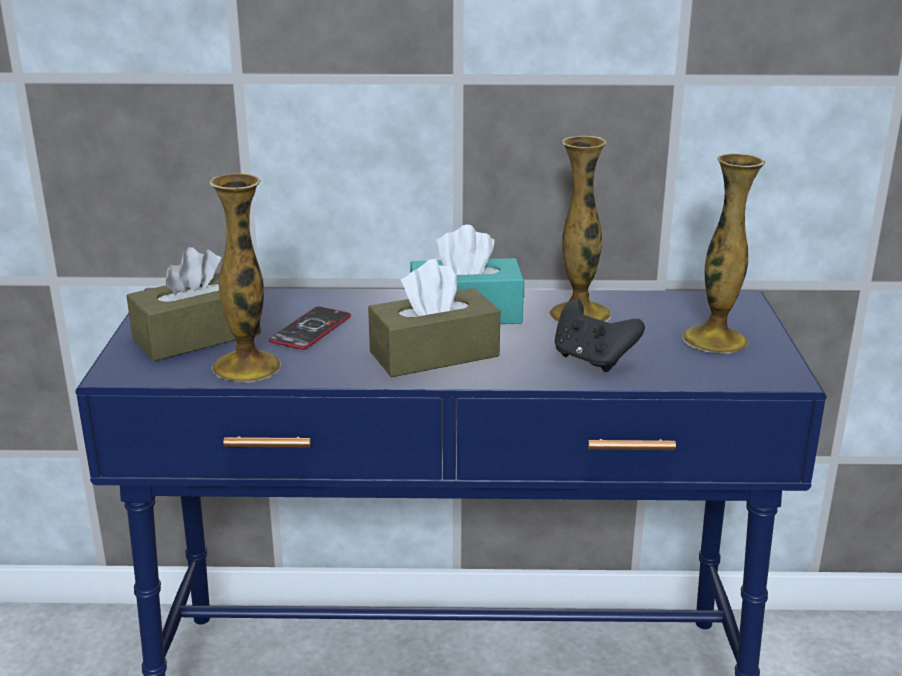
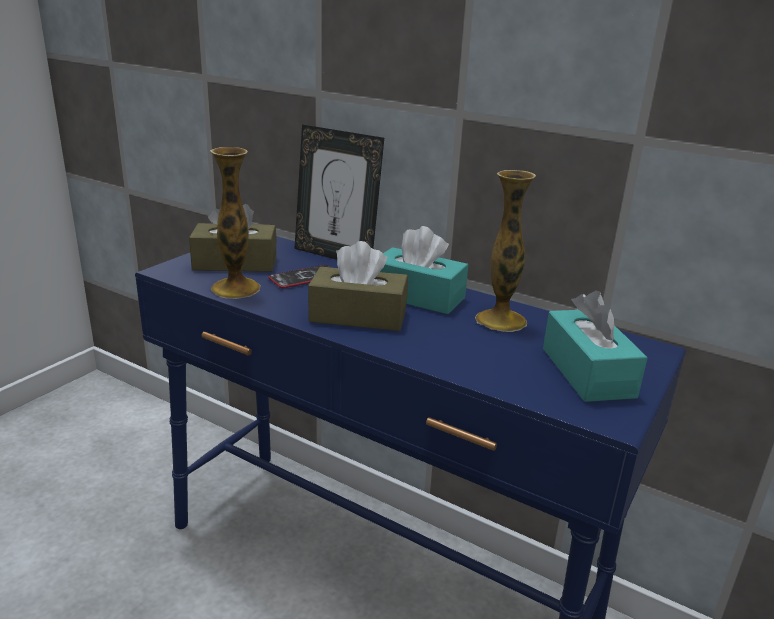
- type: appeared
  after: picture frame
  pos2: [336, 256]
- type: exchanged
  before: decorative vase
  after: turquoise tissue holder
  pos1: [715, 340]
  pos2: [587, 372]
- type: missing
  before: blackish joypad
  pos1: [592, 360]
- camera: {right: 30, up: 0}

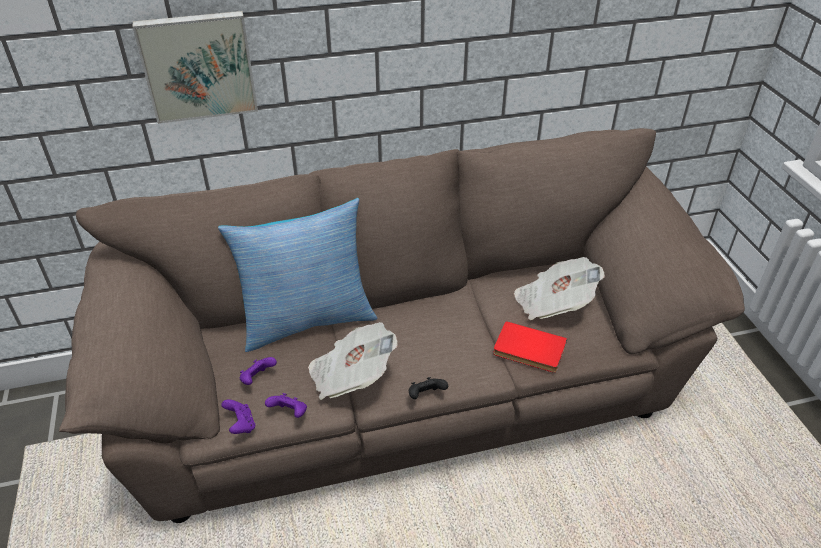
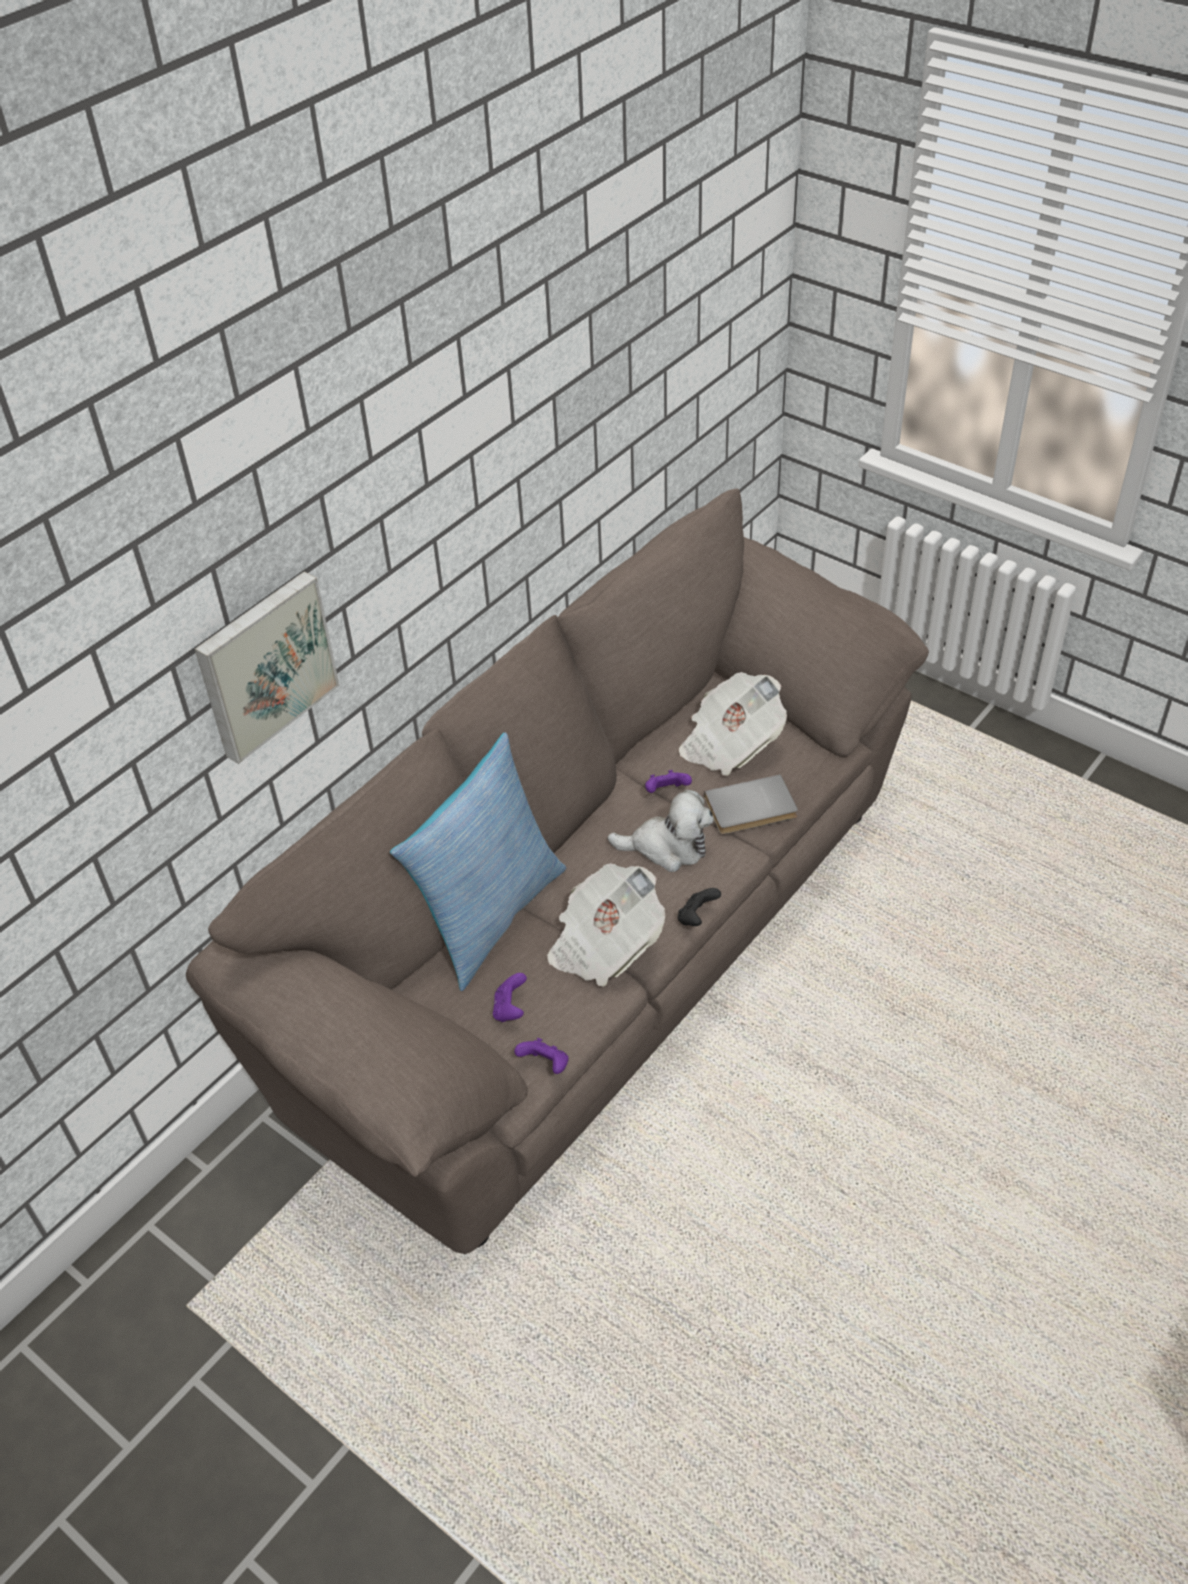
- type: appeared
  after: soft toy
  pos2: [667, 847]
- type: relocated
  before: purple-coloured joypad
  pos1: [289, 413]
  pos2: [666, 792]
- type: colour
  before: reddish bound book
  after: grey bound book
  pos1: [529, 350]
  pos2: [751, 809]
- camera: {right: -35, up: 5}

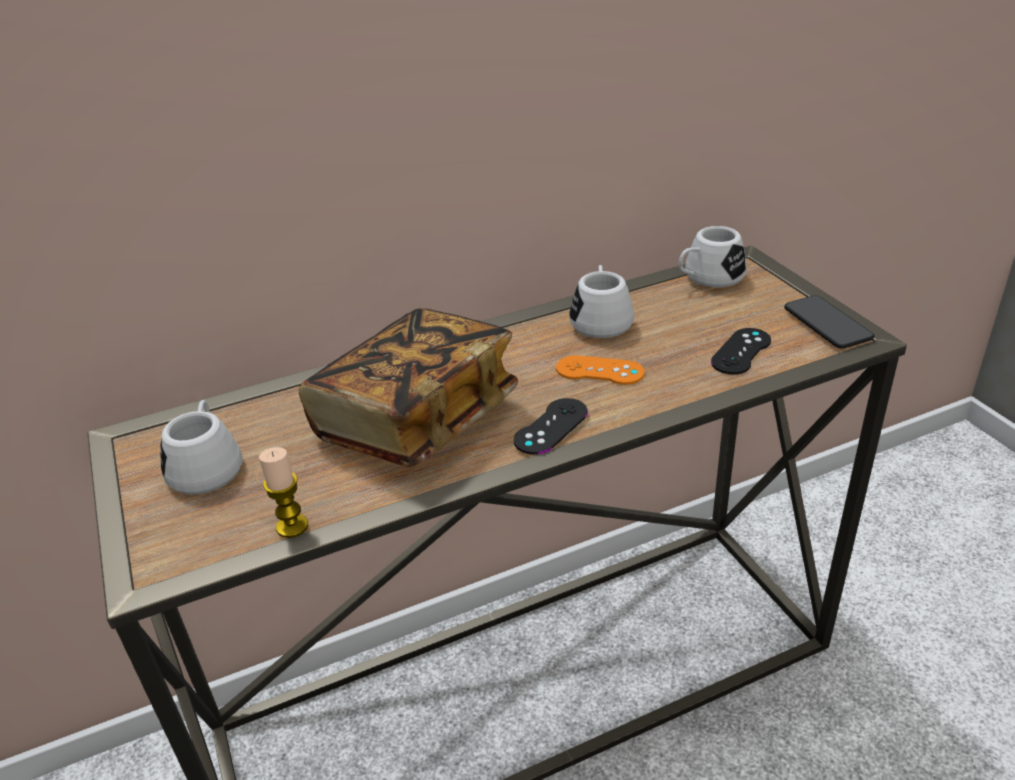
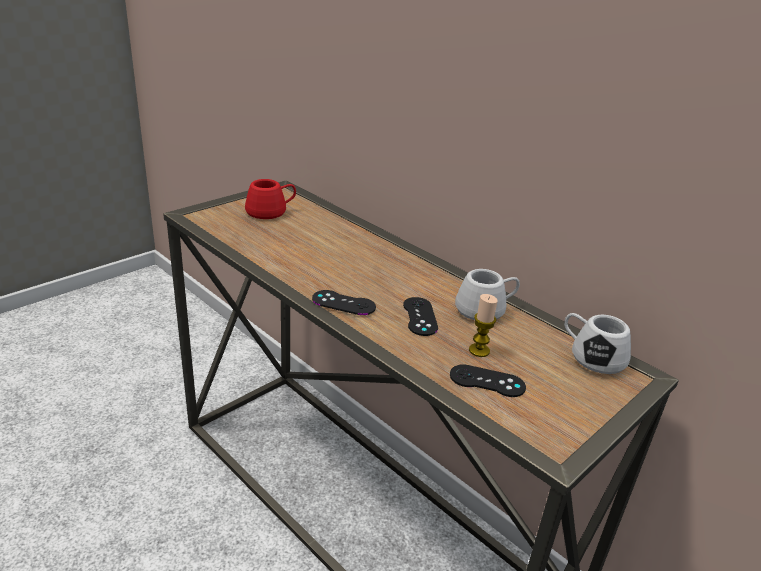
- type: colour
  before: white tea mug
  after: reddish tea mug
  pos1: [207, 465]
  pos2: [271, 211]
- type: colour
  before: orange-coloured joypad
  after: blackish joypad
  pos1: [599, 371]
  pos2: [420, 316]
- type: relocated
  before: wax light
  pos1: [292, 526]
  pos2: [479, 350]
- type: missing
  before: bound book
  pos1: [416, 419]
- type: missing
  before: handset
  pos1: [827, 323]
- camera: {right: 65, up: -5}

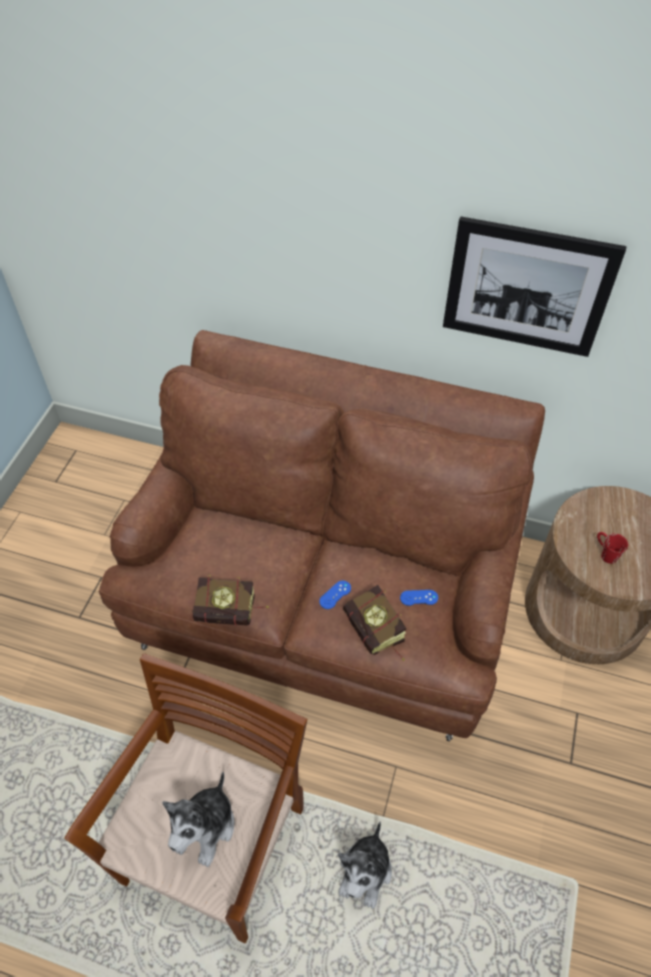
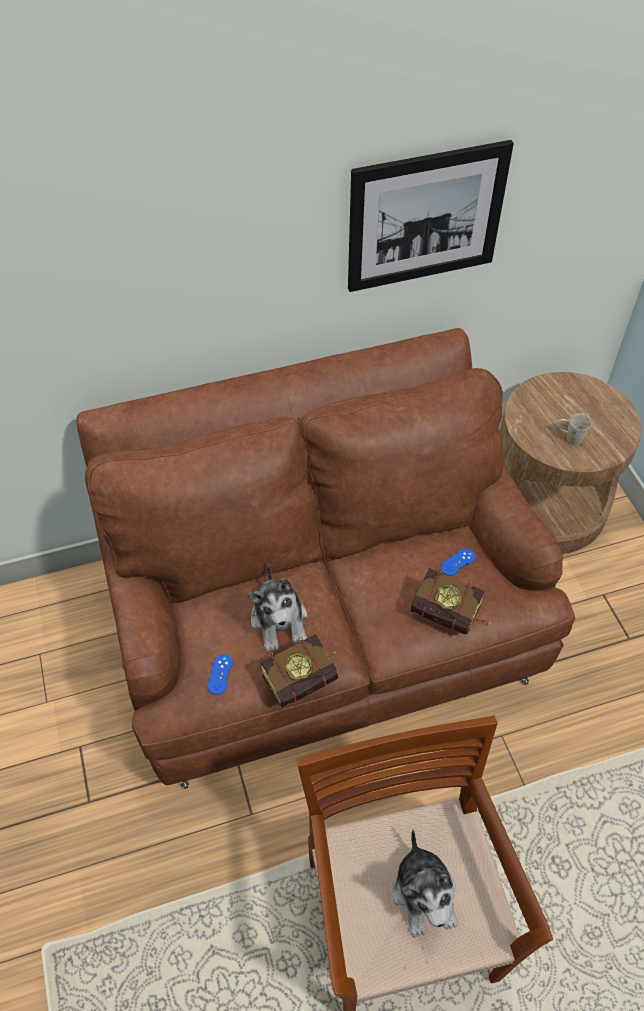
- type: relocated
  before: blue-coloured joypad
  pos1: [335, 595]
  pos2: [220, 674]
- type: relocated
  before: soft toy
  pos1: [365, 872]
  pos2: [280, 620]
- type: colour
  before: reddish tea mug
  after: white tea mug
  pos1: [605, 553]
  pos2: [569, 437]
- camera: {right: -35, up: 0}

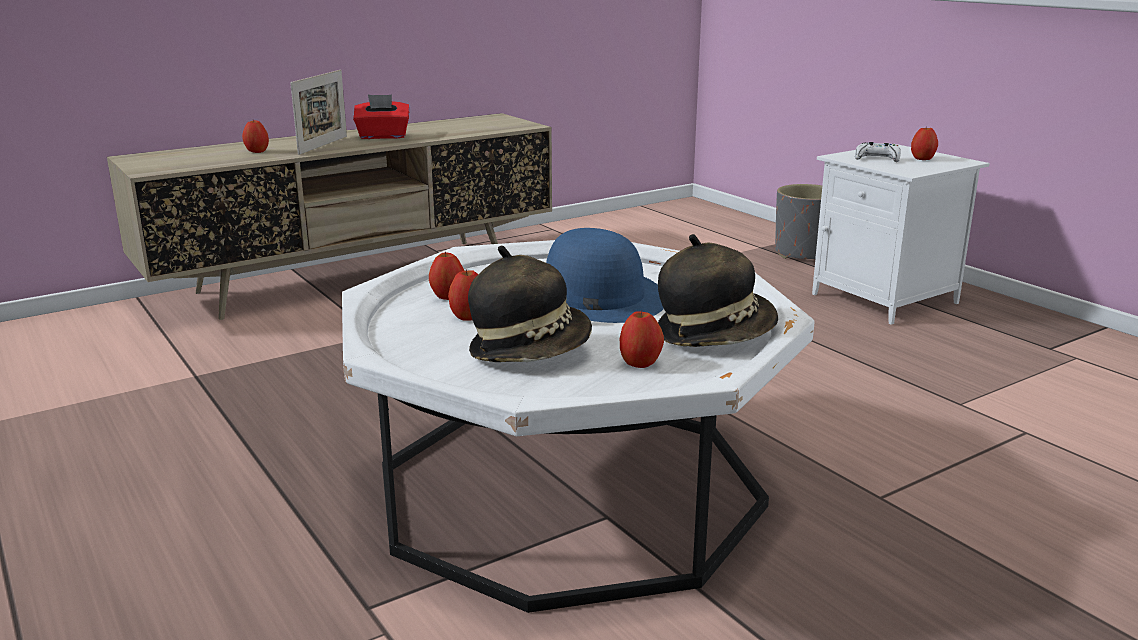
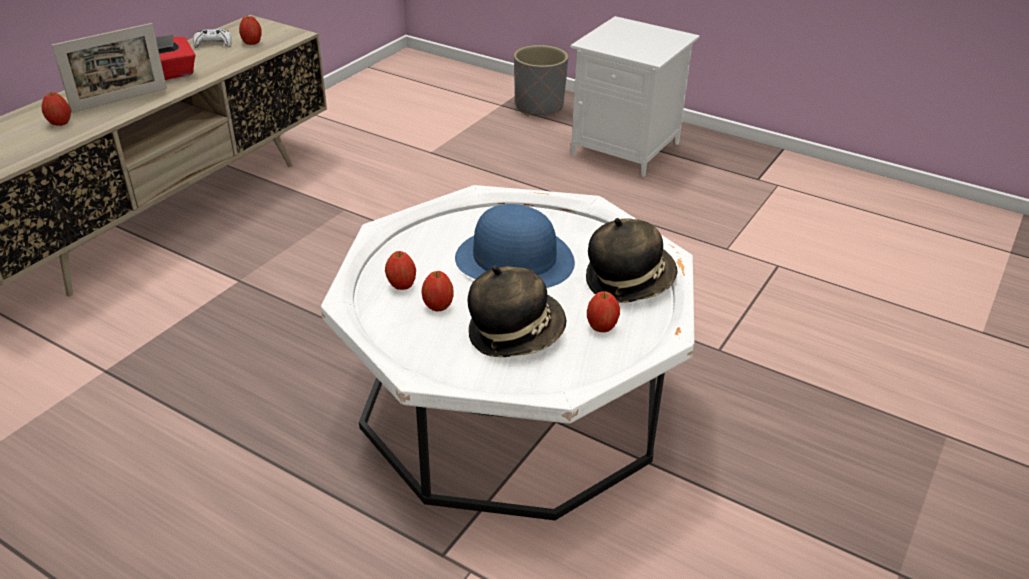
- type: spun
  before: picture frame
  pos1: [323, 145]
  pos2: [120, 100]
  turn: 60
- type: relocated
  before: white joypad
  pos1: [877, 158]
  pos2: [213, 44]
- type: relocated
  before: whole apple
  pos1: [922, 158]
  pos2: [252, 42]
- camera: {right: -25, up: 15}

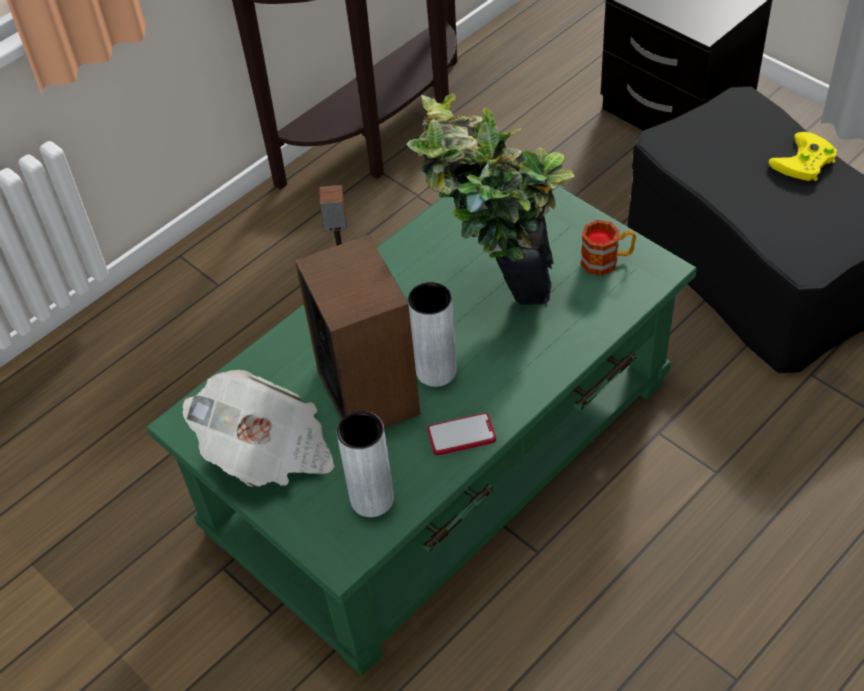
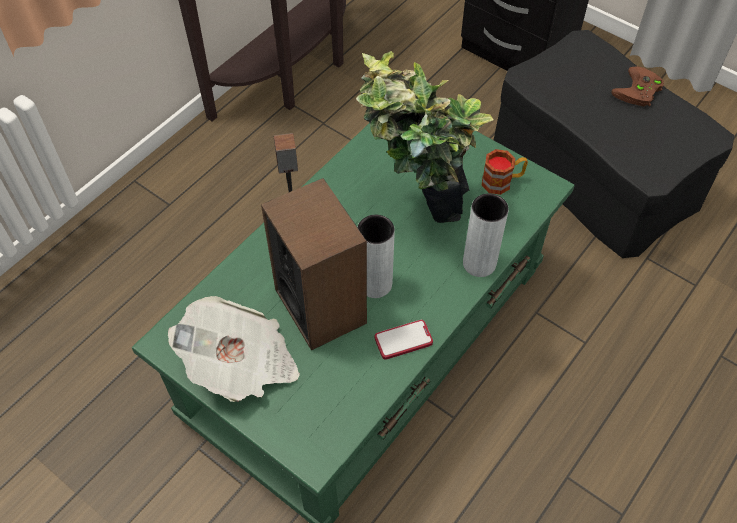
- type: relocated
  before: grey decorative vase
  pos1: [372, 499]
  pos2: [479, 263]
- type: colour
  before: yellowish joypad
  after: brown joypad
  pos1: [804, 163]
  pos2: [638, 91]
- camera: {right: -10, up: 5}

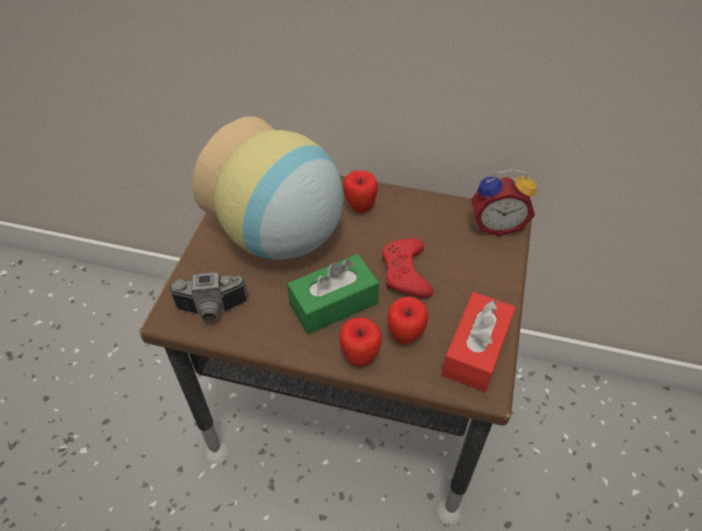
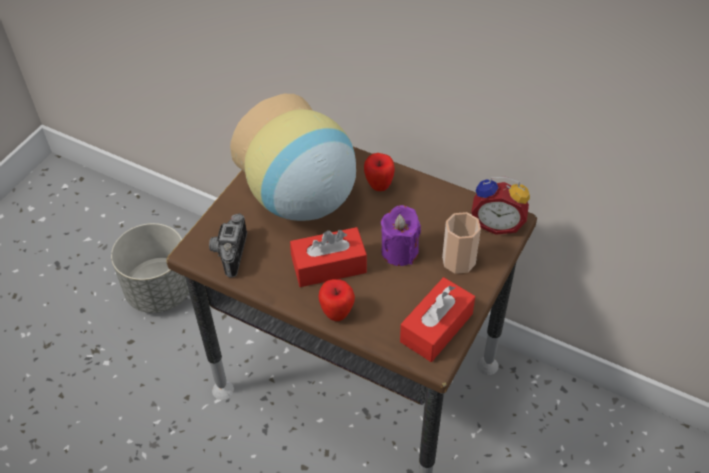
- type: appeared
  after: grey plant pot
  pos2: [160, 290]
- type: spun
  before: still camera
  pos1: [212, 311]
  pos2: [227, 253]
  turn: 90
- type: colour
  before: green tissue holder
  after: reddish tissue holder
  pos1: [333, 303]
  pos2: [329, 266]
- type: exchanged
  before: reddish joypad
  after: purple-coloured wax light
  pos1: [406, 272]
  pos2: [399, 251]
- type: appeared
  after: cup
  pos2: [458, 261]
- type: missing
  before: whole apple
  pos1: [405, 336]
- camera: {right: 15, up: 0}

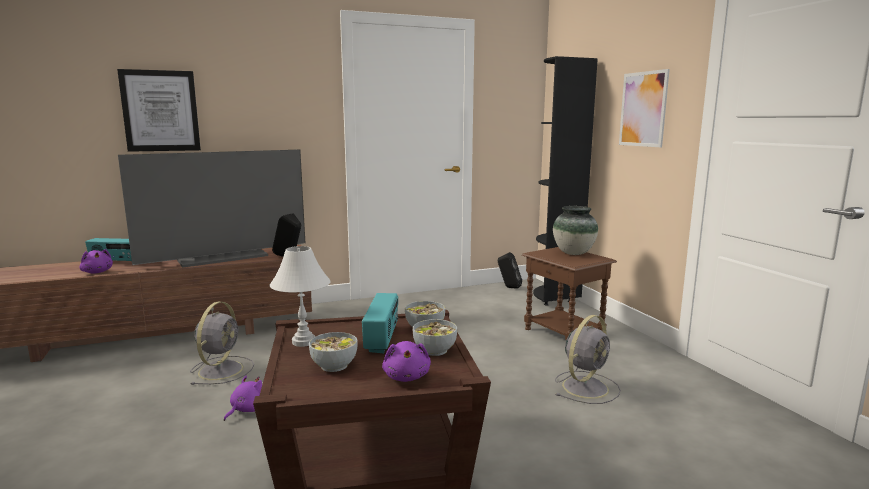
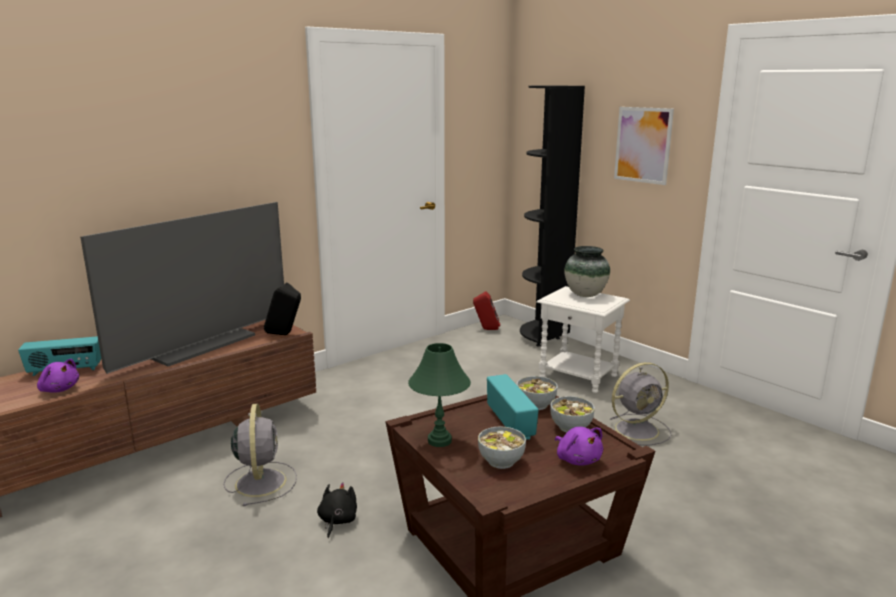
- type: colour
  before: purple-coloured soft toy
  after: blackish soft toy
  pos1: [246, 409]
  pos2: [337, 521]
- type: colour
  before: white table lamp
  after: green table lamp
  pos1: [304, 342]
  pos2: [440, 440]
- type: colour
  before: blackish audio speaker
  after: reddish audio speaker
  pos1: [508, 287]
  pos2: [486, 329]
- type: colour
  before: brown end table
  after: white end table
  pos1: [564, 333]
  pos2: [578, 375]
- type: spun
  before: grey cooling fan
  pos1: [586, 387]
  pos2: [638, 429]
  turn: 45
- type: missing
  before: picture
  pos1: [160, 111]
- camera: {right: -20, up: 5}

